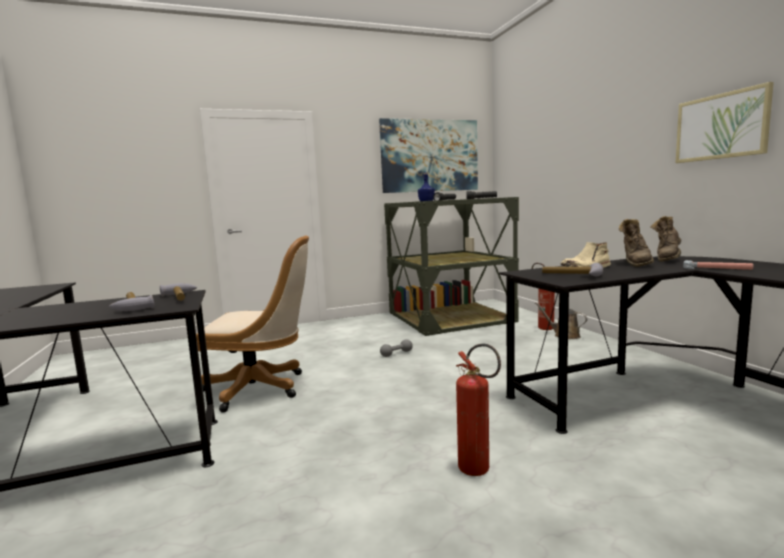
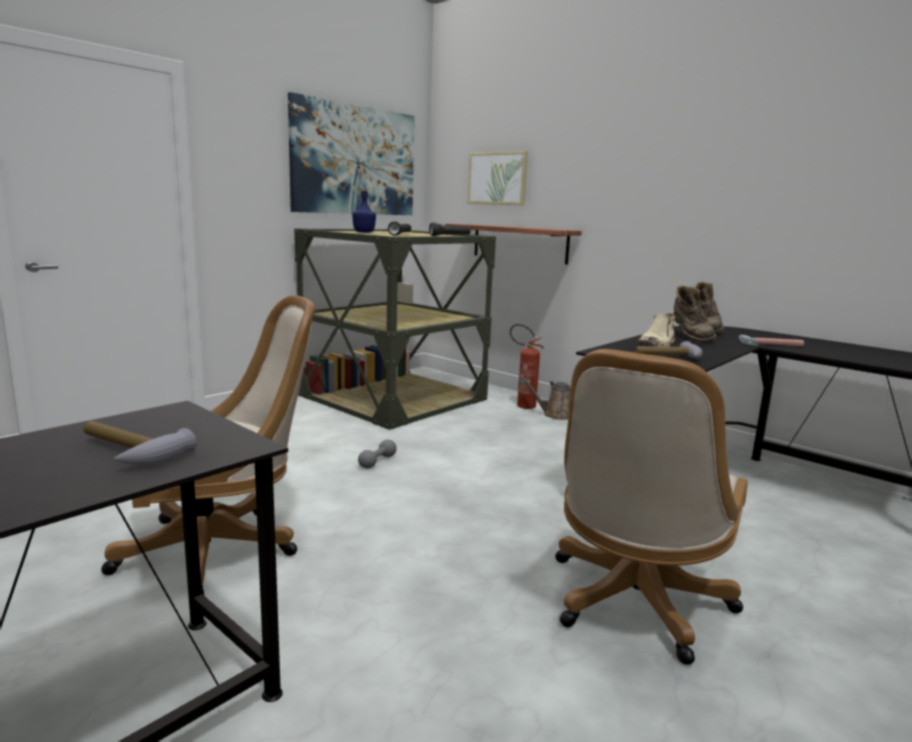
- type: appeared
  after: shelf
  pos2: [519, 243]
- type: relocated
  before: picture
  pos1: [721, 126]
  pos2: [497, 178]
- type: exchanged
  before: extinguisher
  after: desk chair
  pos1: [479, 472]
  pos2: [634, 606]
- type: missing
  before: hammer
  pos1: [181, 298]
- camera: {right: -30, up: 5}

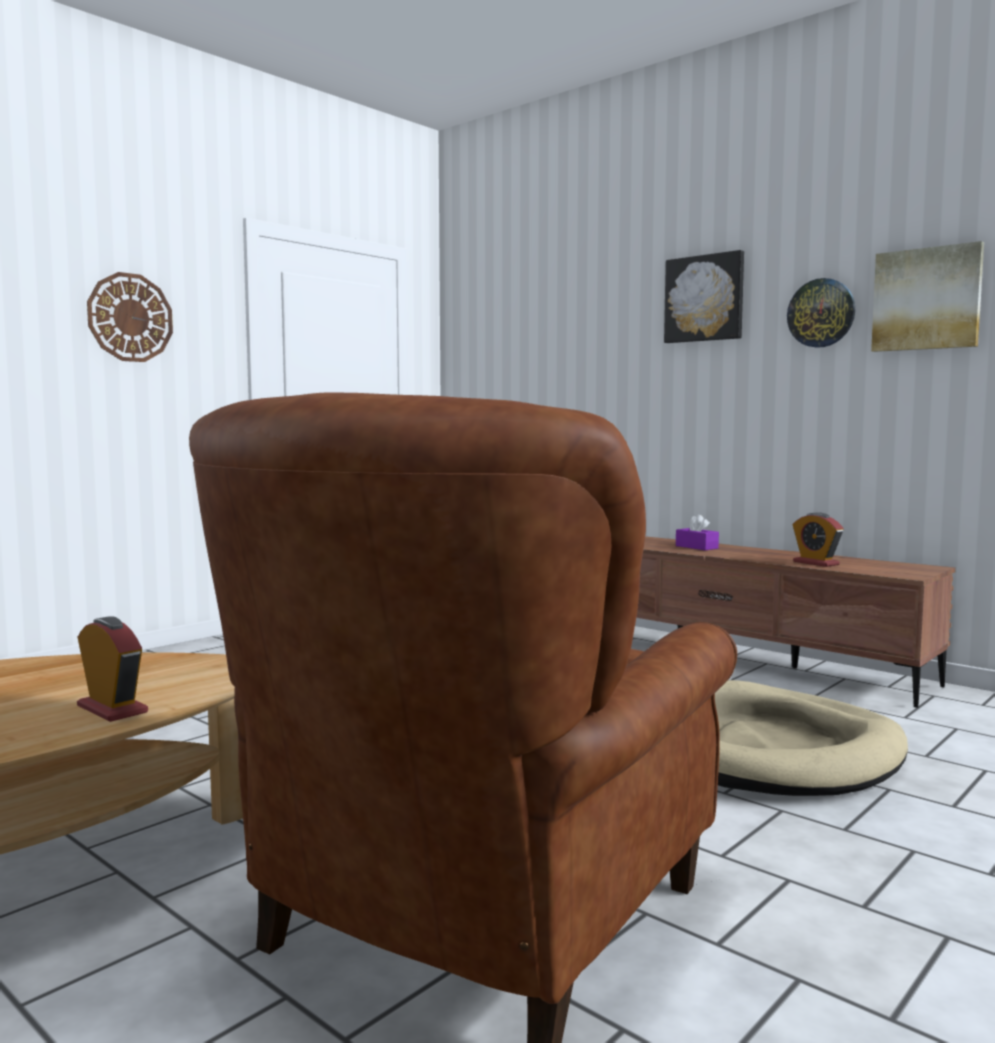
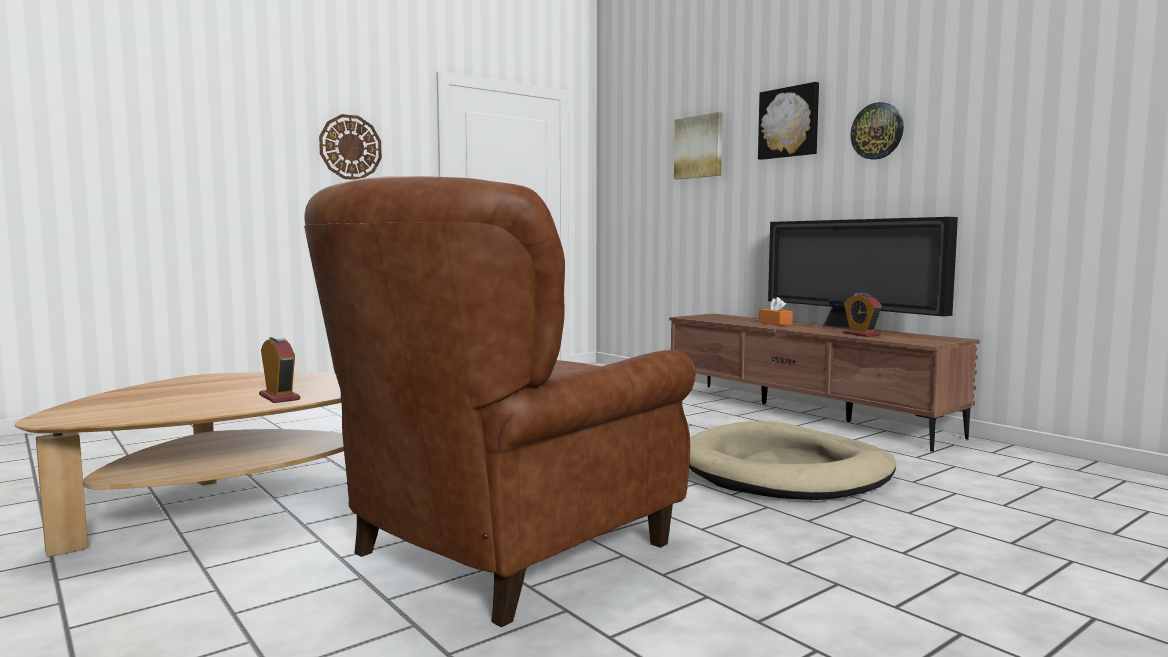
- type: relocated
  before: picture
  pos1: [926, 299]
  pos2: [699, 147]
- type: colour
  before: purple-coloured tissue holder
  after: orange-coloured tissue holder
  pos1: [696, 547]
  pos2: [775, 323]
- type: appeared
  after: TV set
  pos2: [848, 328]
- camera: {right: 10, up: 0}

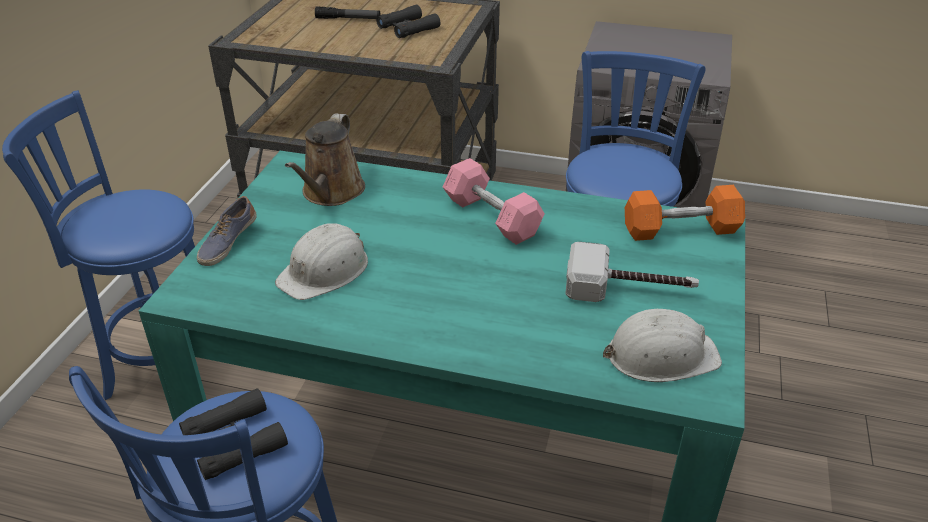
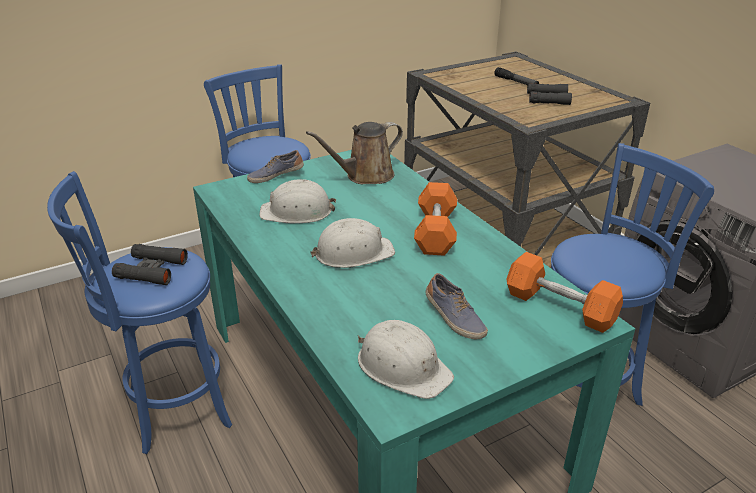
- type: appeared
  after: white work helmet
  pos2: [353, 253]
- type: colour
  before: pinkish hand weight
  after: orange-coloured hand weight
  pos1: [491, 217]
  pos2: [435, 232]
- type: exchanged
  before: hammer
  after: low shoe
  pos1: [630, 288]
  pos2: [454, 318]
- camera: {right: 45, up: -5}

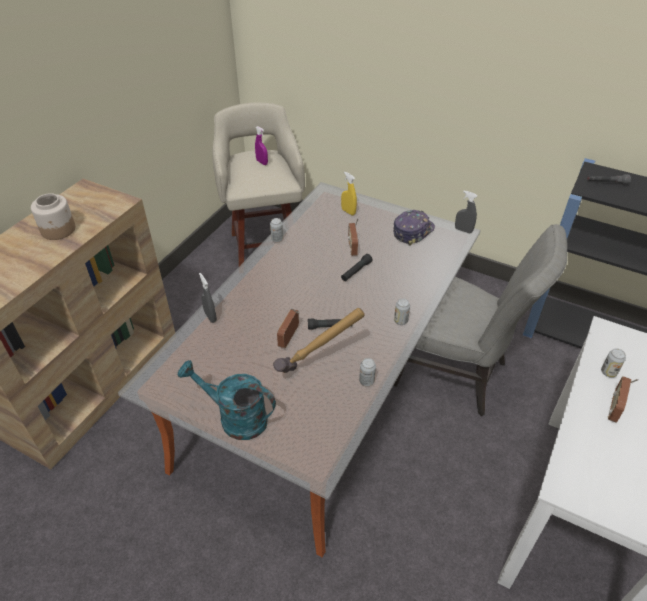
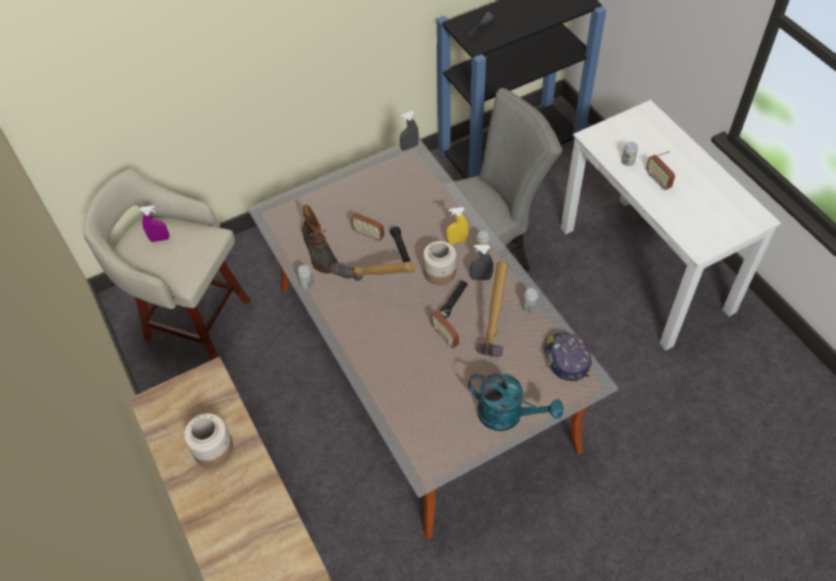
- type: appeared
  after: tall boot
  pos2: [319, 253]
- type: appeared
  after: hammer
  pos2: [374, 293]
- type: appeared
  after: storage jar
  pos2: [440, 272]
- type: relocated
  before: yellowish hand sprayer
  pos1: [348, 211]
  pos2: [457, 241]
- type: spun
  before: turquoise watering pot
  pos1: [235, 418]
  pos2: [508, 415]
  turn: -120
- type: relocated
  before: grey hand sprayer
  pos1: [210, 316]
  pos2: [481, 278]
- type: relocated
  before: cap
  pos1: [412, 231]
  pos2: [566, 358]
- camera: {right: -55, up: 10}

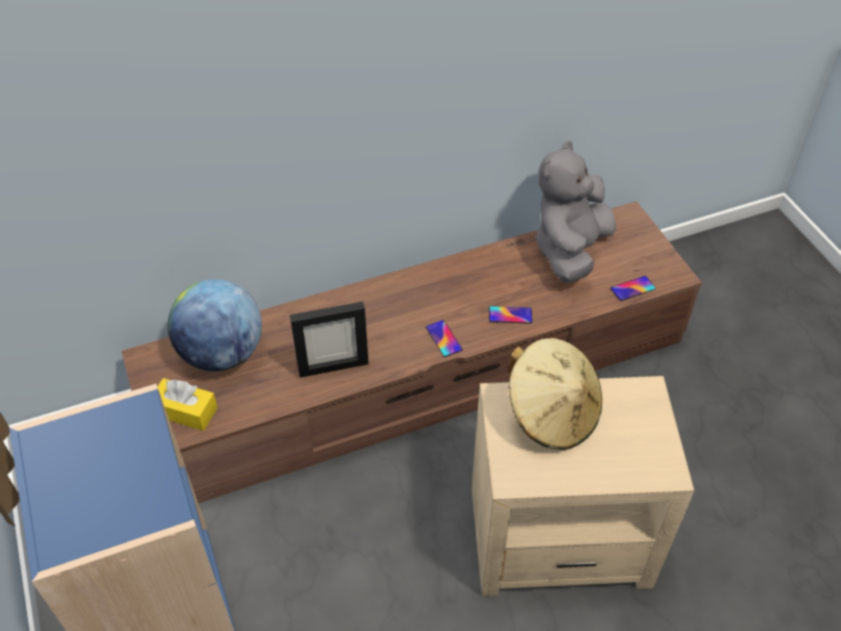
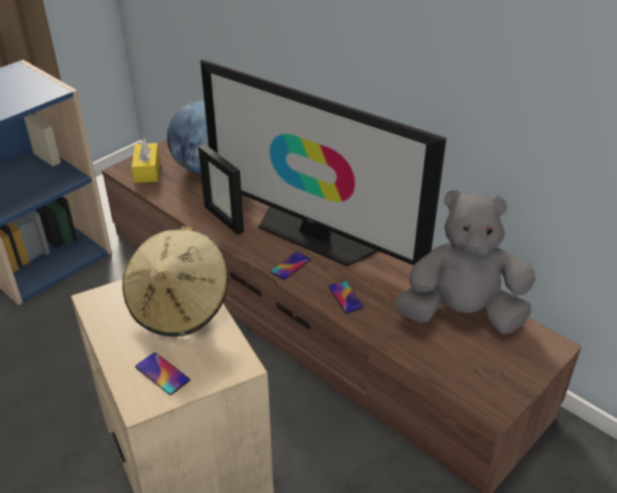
- type: relocated
  before: handset
  pos1: [632, 288]
  pos2: [162, 374]
- type: appeared
  after: TV set
  pos2: [314, 235]
- camera: {right: 65, up: -10}

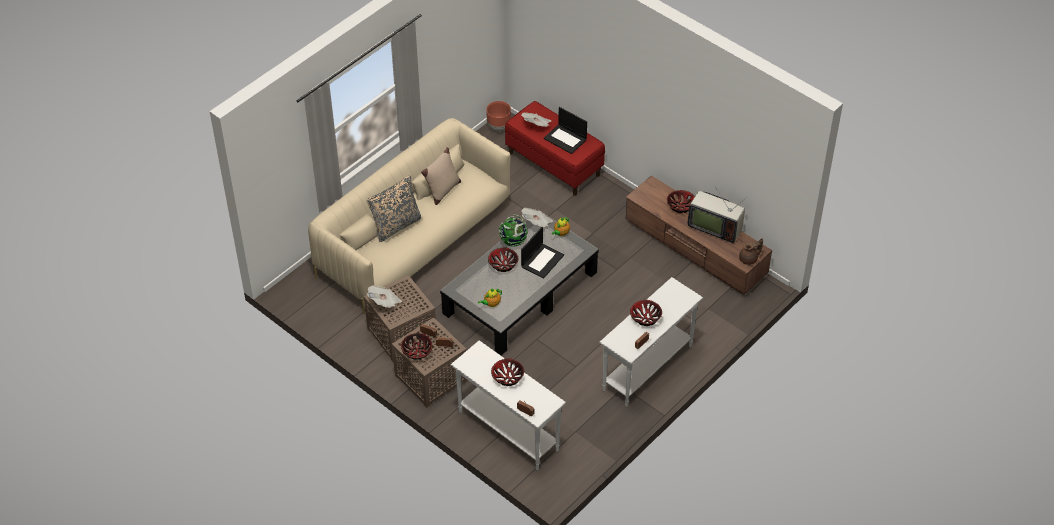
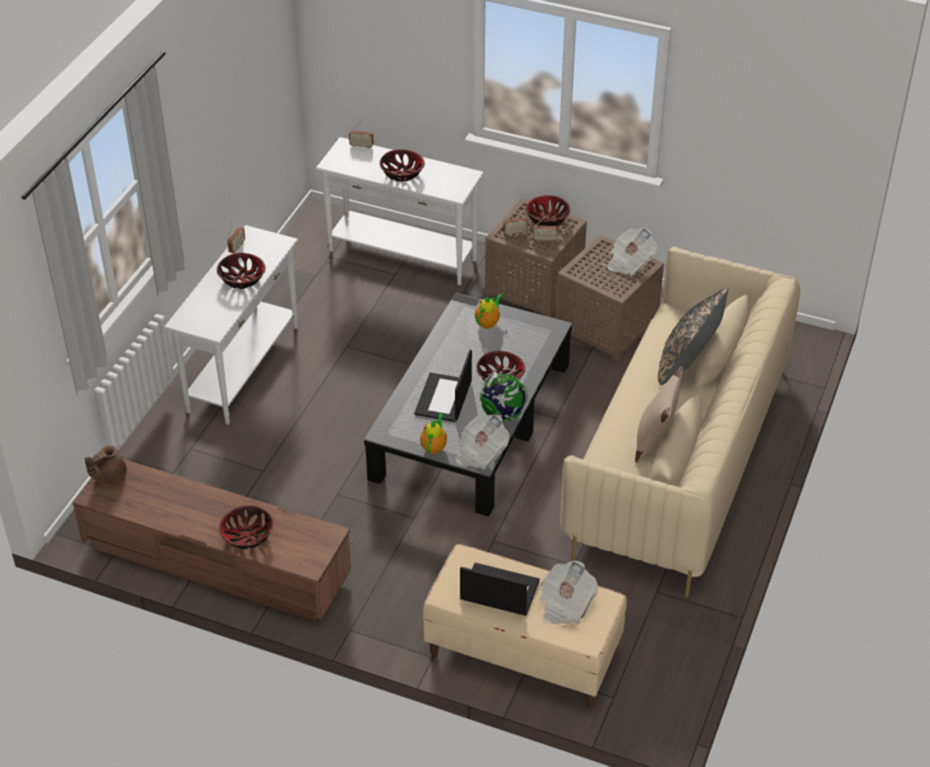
- type: colour
  before: reddish indoor bench
  after: beige indoor bench
  pos1: [554, 164]
  pos2: [522, 653]
- type: missing
  before: brown plant pot
  pos1: [499, 127]
- type: missing
  before: TV set
  pos1: [714, 227]
- camera: {right: 160, up: -5}

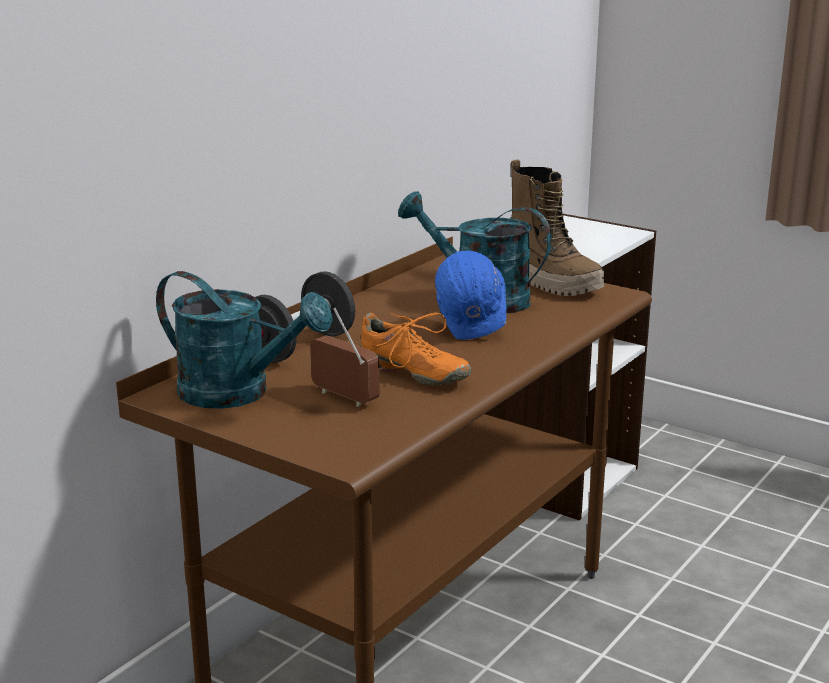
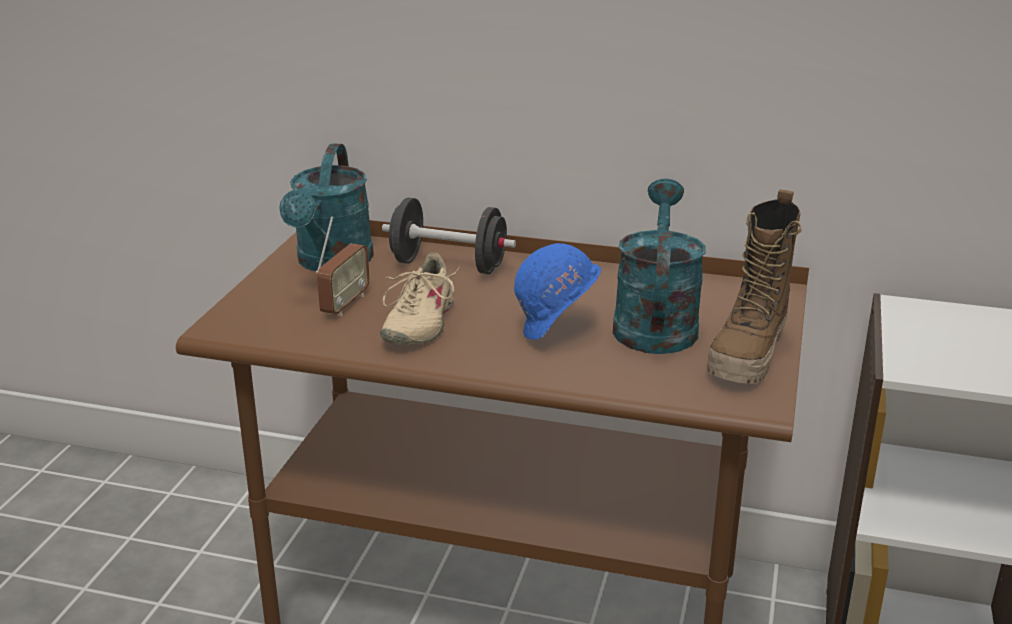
- type: colour
  before: orange-coloured low shoe
  after: beige low shoe
  pos1: [412, 373]
  pos2: [418, 323]
- camera: {right: 70, up: 5}

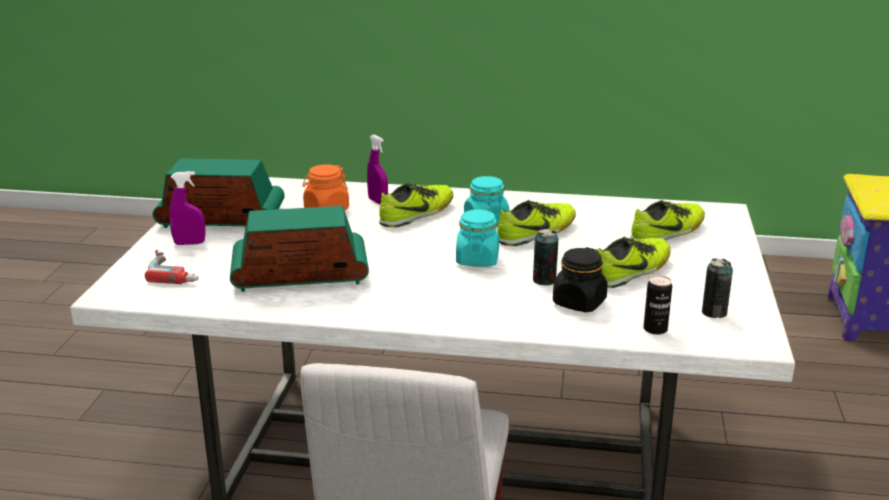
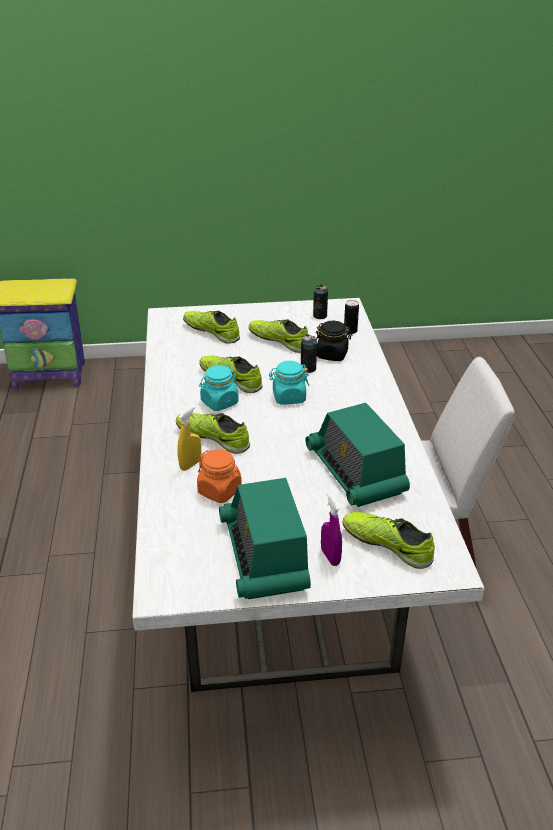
- type: colour
  before: purple-coloured hand sprayer
  after: yellowish hand sprayer
  pos1: [378, 201]
  pos2: [190, 465]
- type: exchanged
  before: power drill
  after: low shoe
  pos1: [176, 270]
  pos2: [387, 544]
- camera: {right: -105, up: 10}

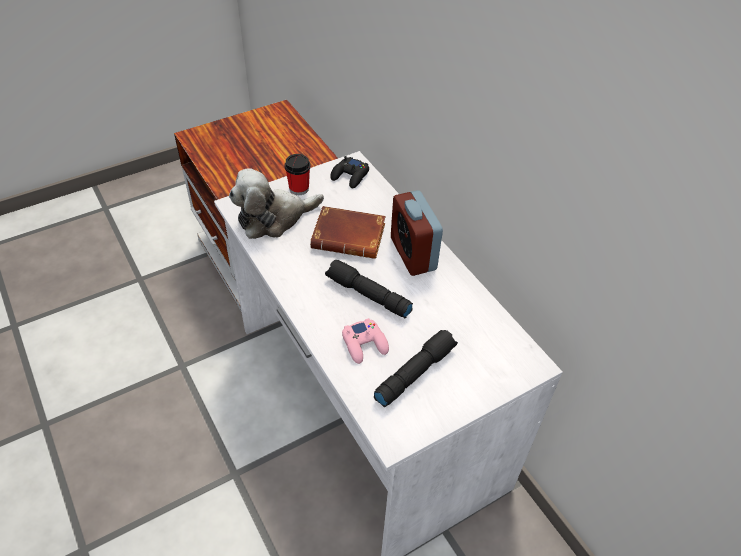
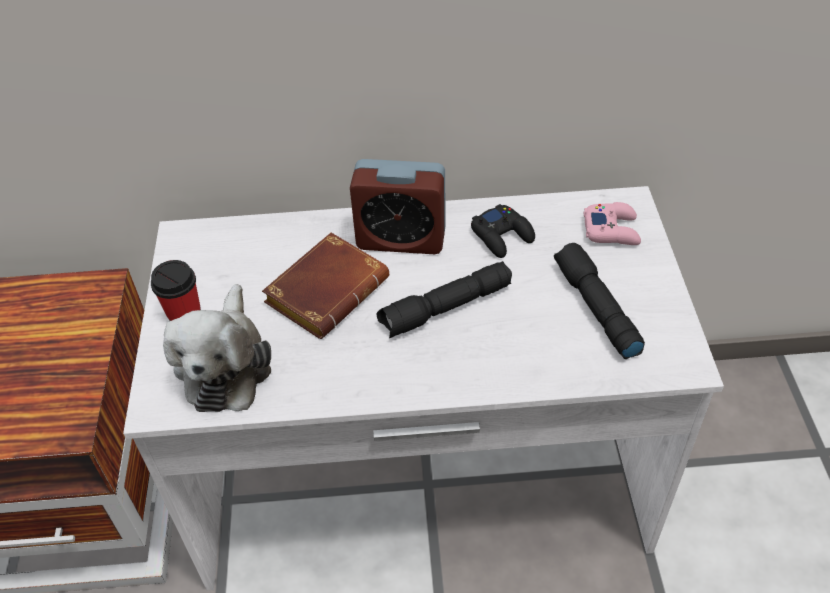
- type: relocated
  before: blackish joypad
  pos1: [350, 176]
  pos2: [502, 236]
- type: relocated
  before: pinkish joypad
  pos1: [365, 344]
  pos2: [612, 230]
- camera: {right: -60, up: 0}

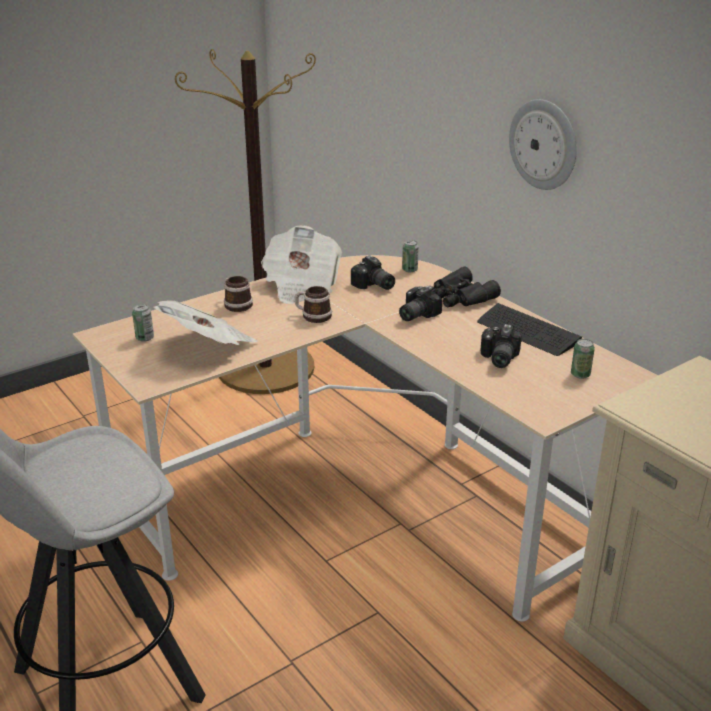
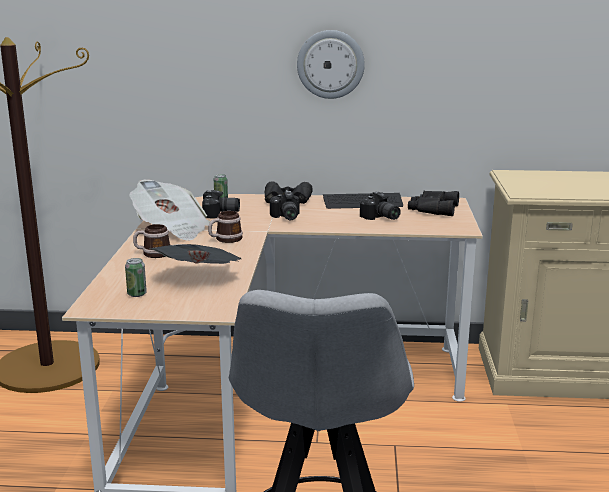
- type: exchanged
  before: metal can
  after: blackish field glasses
  pos1: [580, 374]
  pos2: [432, 209]
- camera: {right: -50, up: -10}

